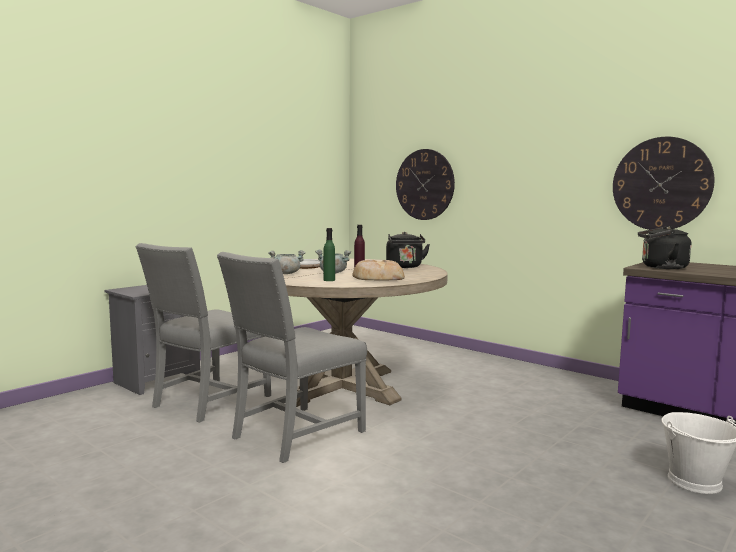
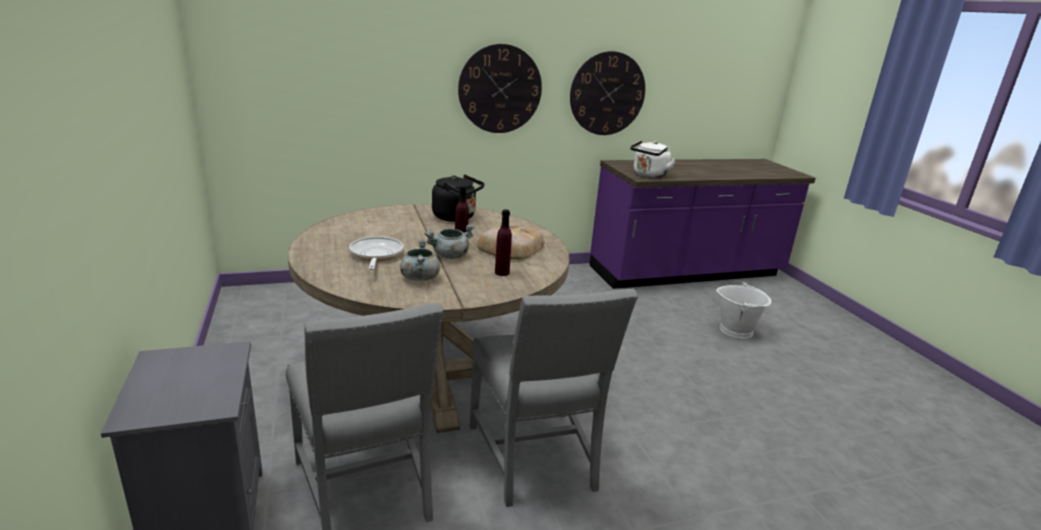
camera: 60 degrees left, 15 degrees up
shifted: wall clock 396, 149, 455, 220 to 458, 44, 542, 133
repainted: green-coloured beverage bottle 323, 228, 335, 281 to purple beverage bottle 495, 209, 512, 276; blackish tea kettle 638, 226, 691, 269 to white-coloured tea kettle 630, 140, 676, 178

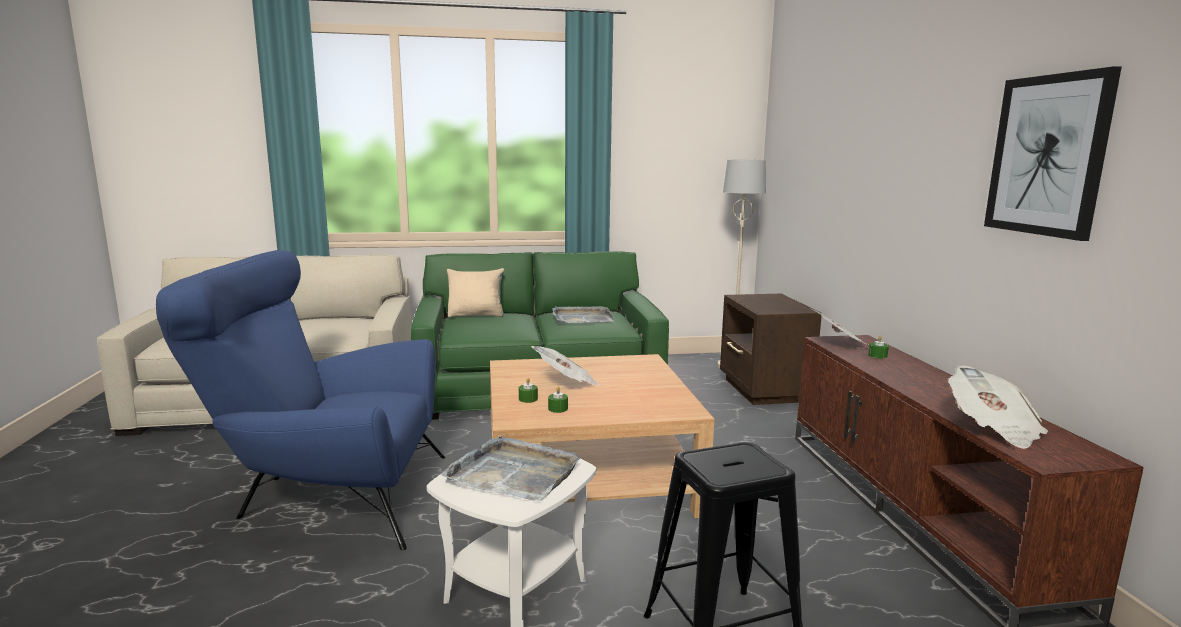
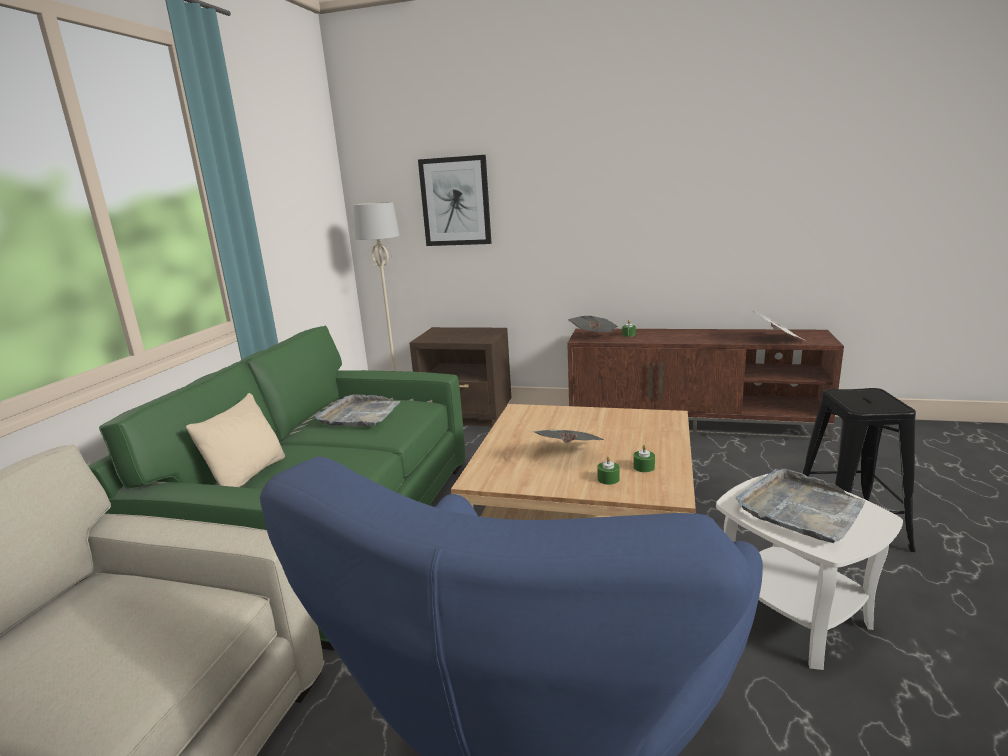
camera: 65 degrees left, 5 degrees up
shifted: picture 984, 66, 1122, 241 to 418, 155, 491, 246

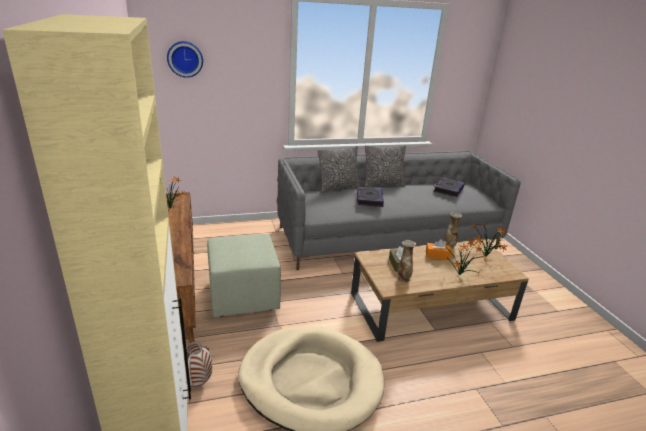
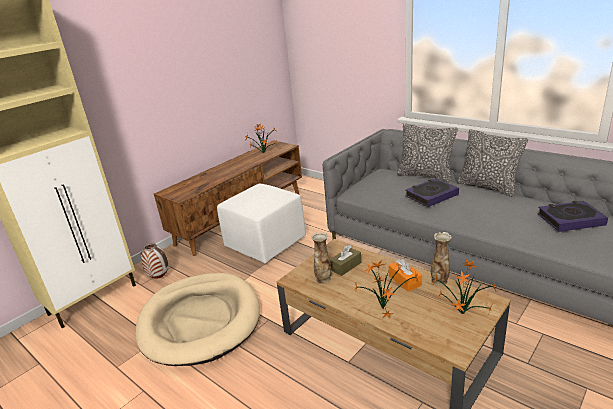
camera: 60 degrees right, 0 degrees up
gone: wall clock 167, 41, 203, 78
repainted: green-coloured ottoman 207, 234, 281, 317 to white-coloured ottoman 217, 184, 306, 263

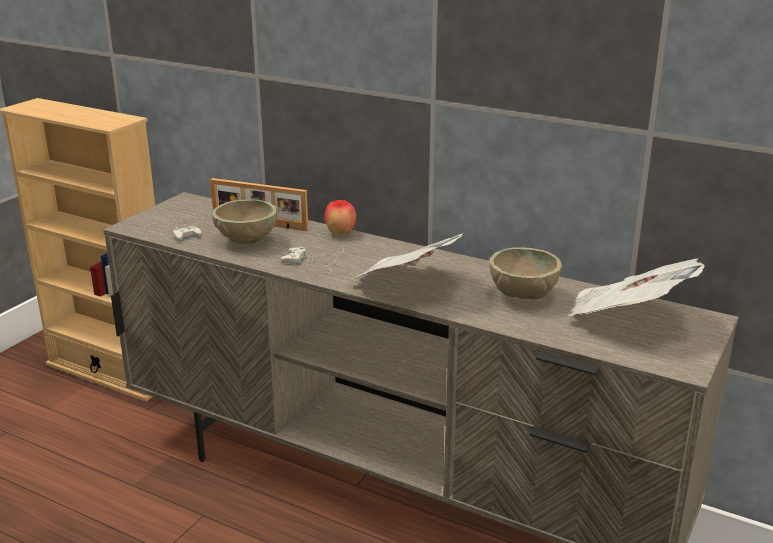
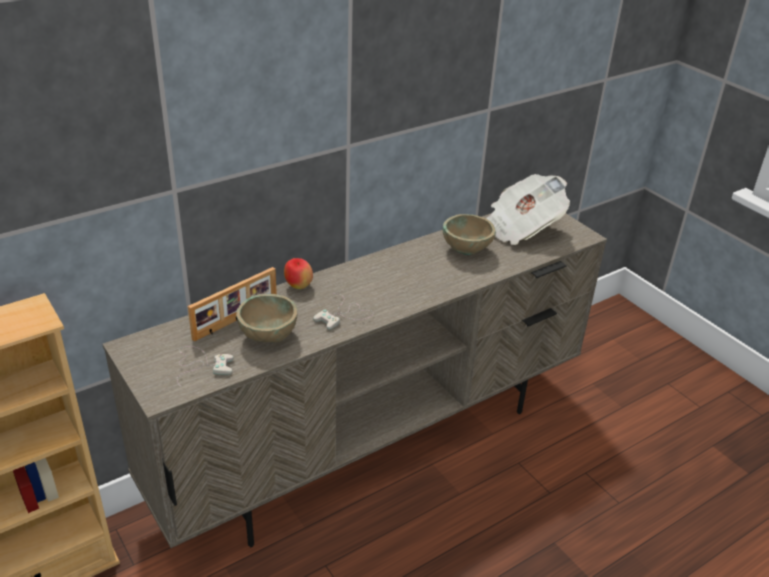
camera: 65 degrees left, 10 degrees up
gone: printed paper 353, 231, 469, 278

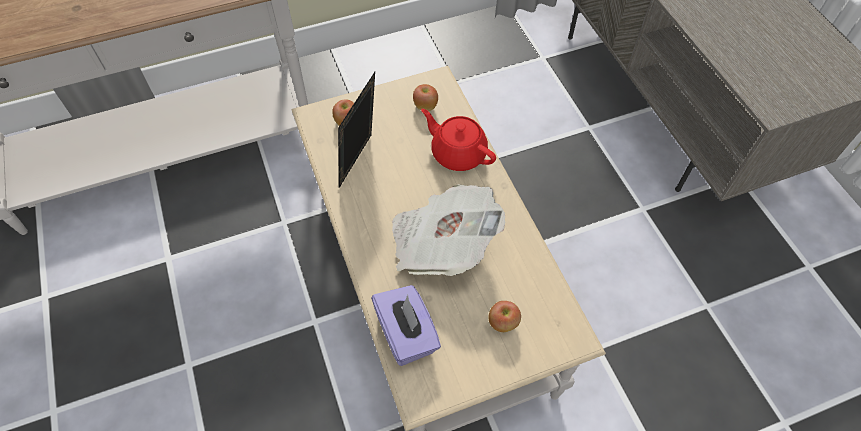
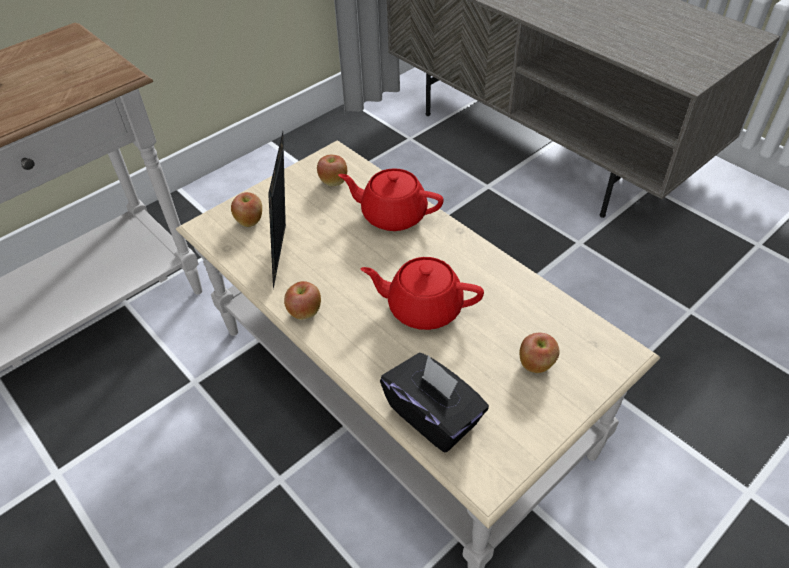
camera: 20 degrees left, 10 degrees down
new: apple 284, 281, 321, 320
swapped: printed paper 392, 184, 505, 276 to red teapot 360, 257, 484, 330
repainted: purple tissue holder 371, 285, 441, 366 to blackish tissue holder 380, 353, 489, 453

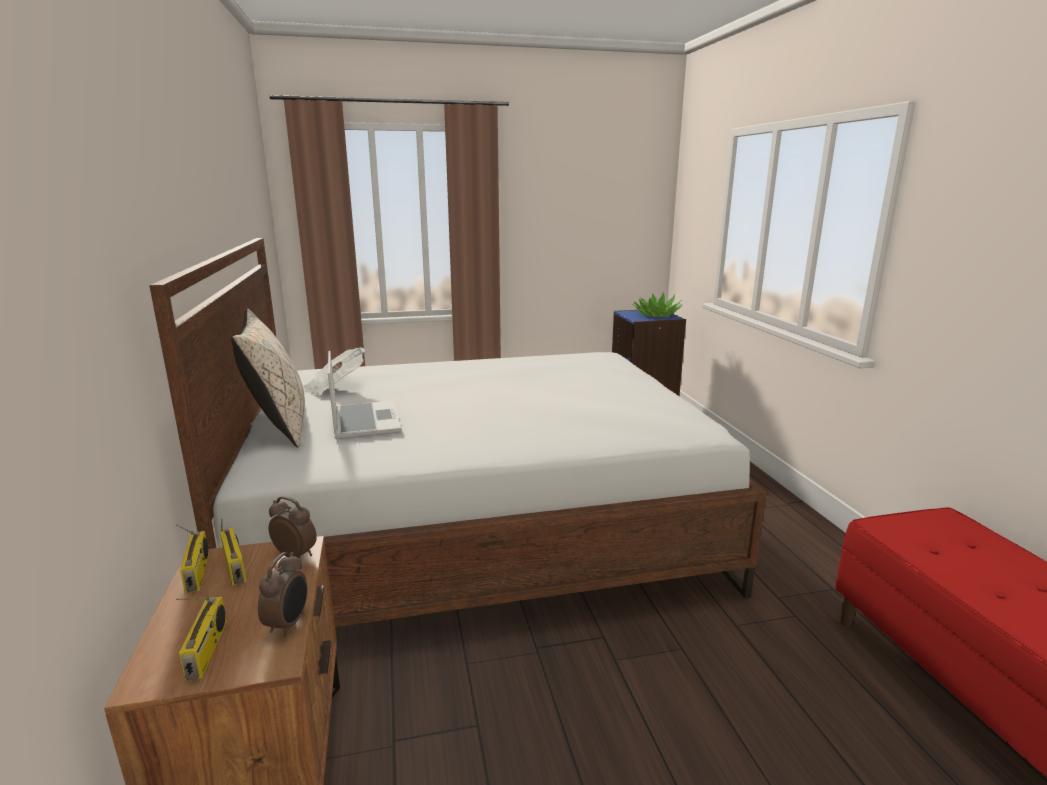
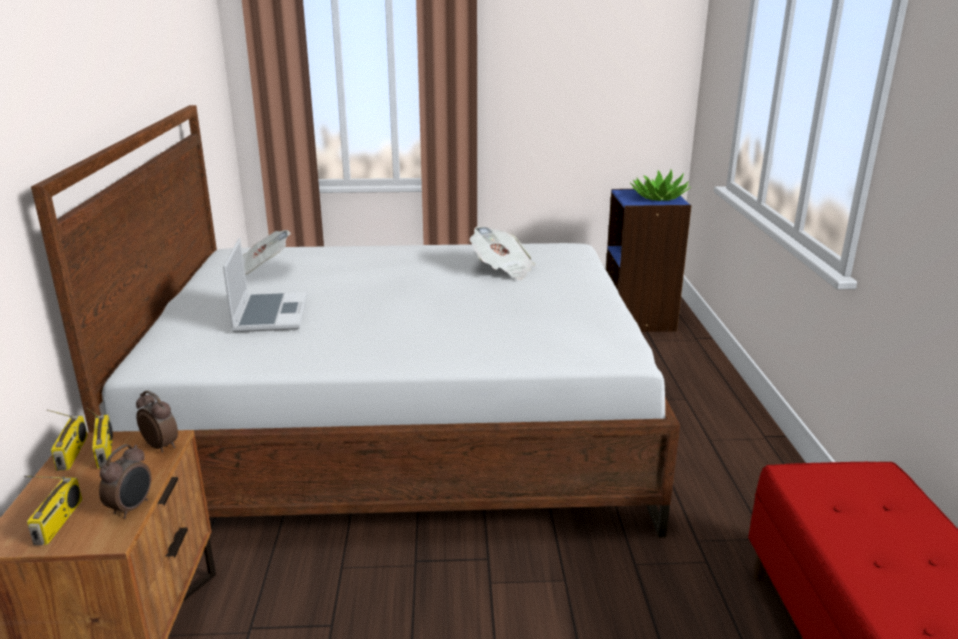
camera: 10 degrees right, 5 degrees up
gone: beige-coloured pillow 231, 309, 305, 448
new: printed paper 470, 226, 535, 279

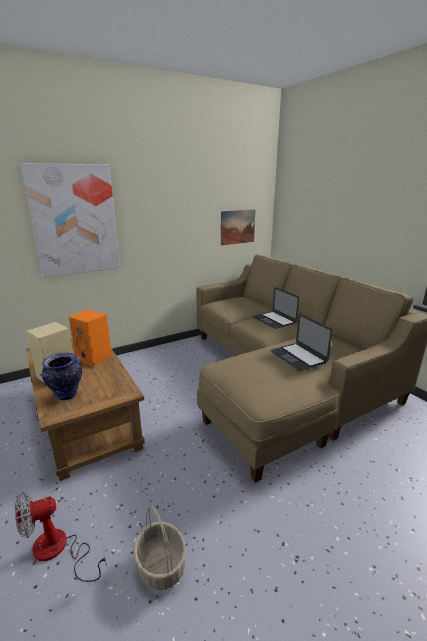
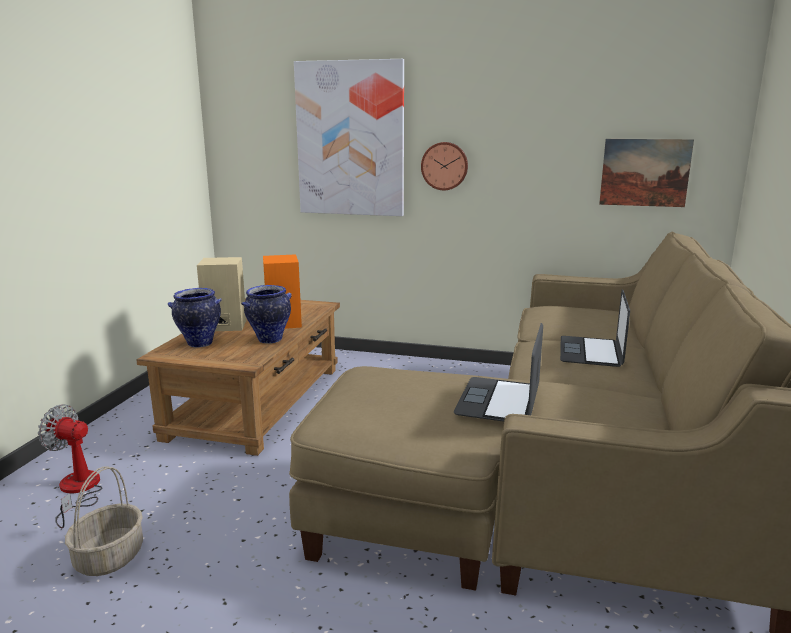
camera: 45 degrees right, 5 degrees down
new: decorative vase 241, 285, 292, 344; wall clock 421, 142, 468, 190

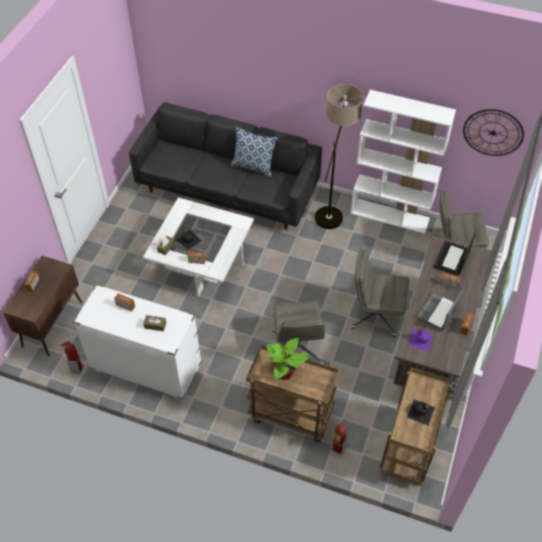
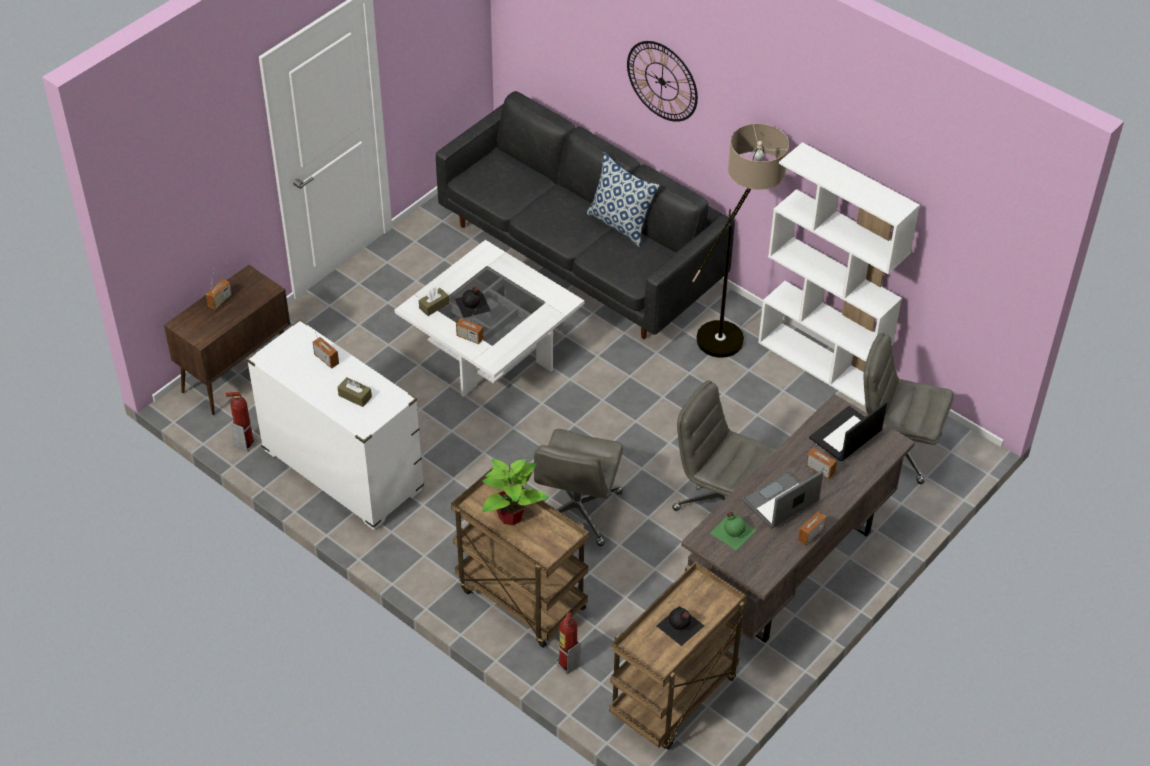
camera: 20 degrees right, 5 degrees down
shifted: wall clock 463, 109, 524, 156 to 627, 41, 698, 122
repainted: purple beverage bottle 408, 329, 433, 352 to green-coloured beverage bottle 710, 512, 756, 550

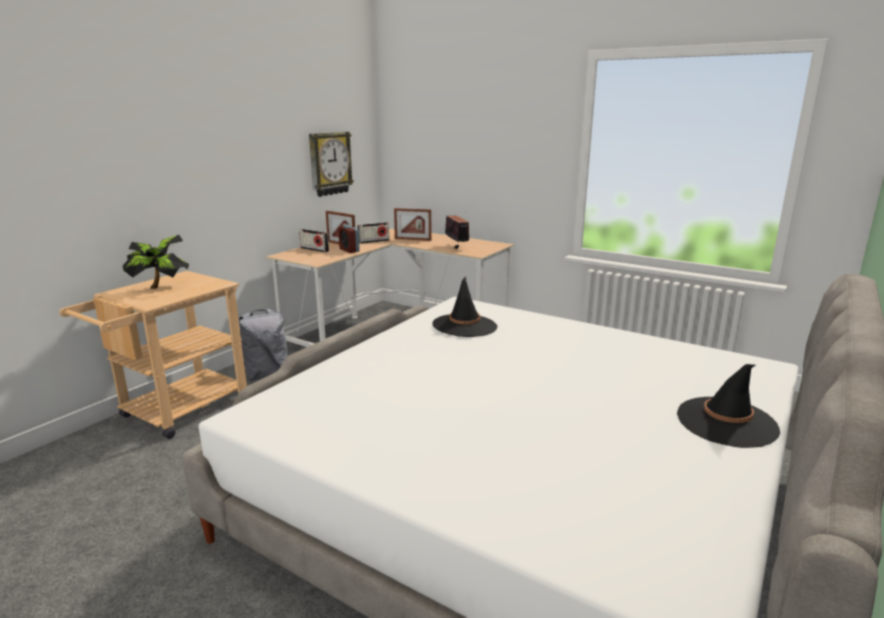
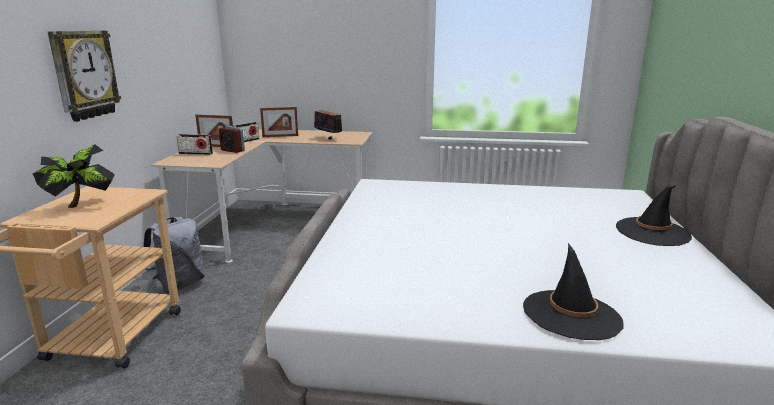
camera: 25 degrees left, 0 degrees up
shifted: wall clock 309, 132, 354, 197 to 48, 31, 121, 122; blackish wearable hat 433, 276, 497, 337 to 523, 243, 624, 340

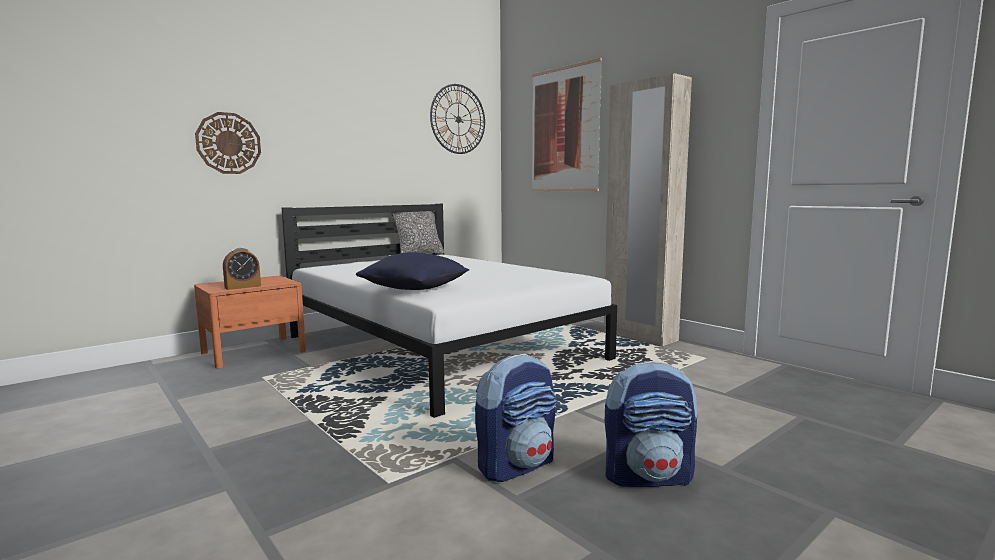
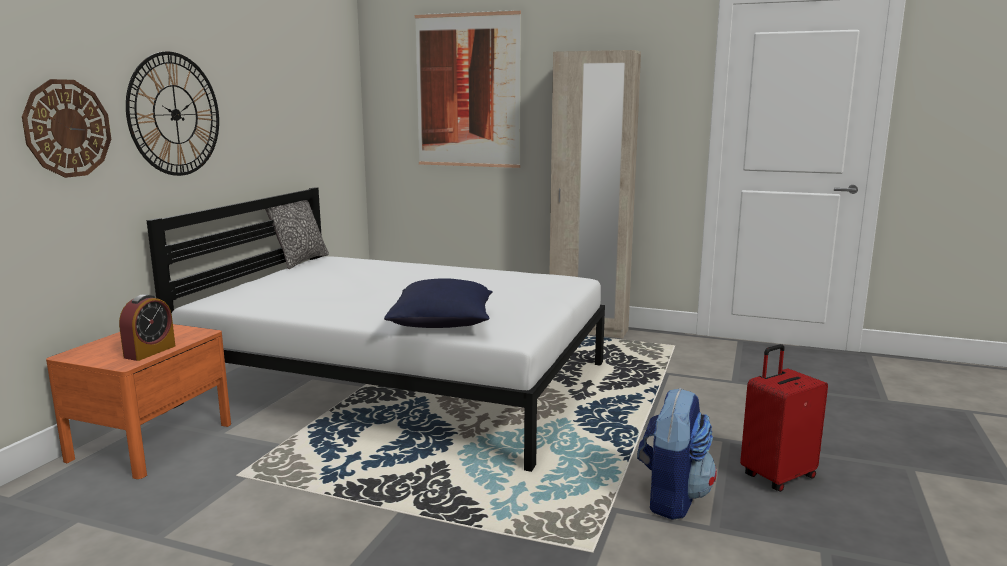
camera: 30 degrees left, 5 degrees up
shifted: wall clock 430, 84, 485, 154 to 126, 52, 219, 176
swapped: knapsack 605, 361, 697, 487 to red suitcase 740, 344, 828, 492

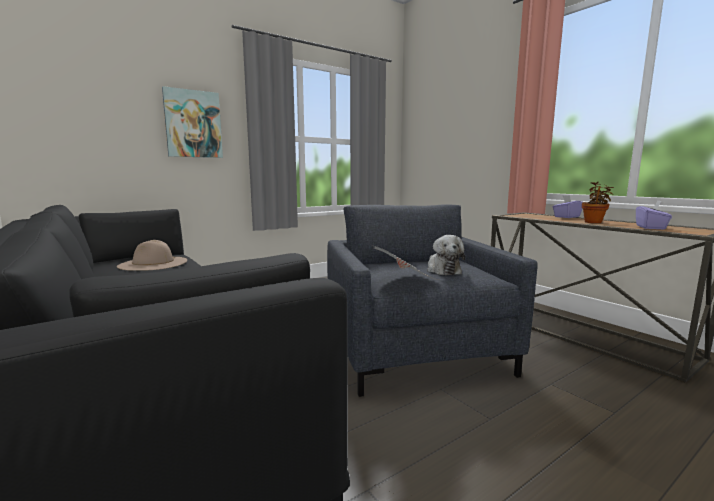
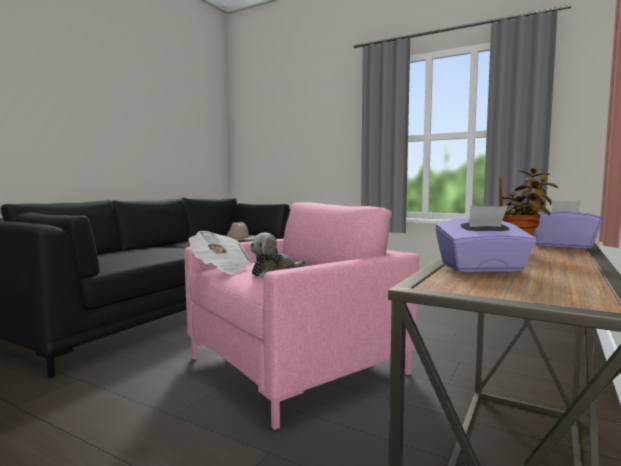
camera: 65 degrees right, 5 degrees down
gone: picture 162, 86, 223, 158
repainted: gray armchair 327, 204, 538, 397 to pink armchair 184, 202, 419, 430

